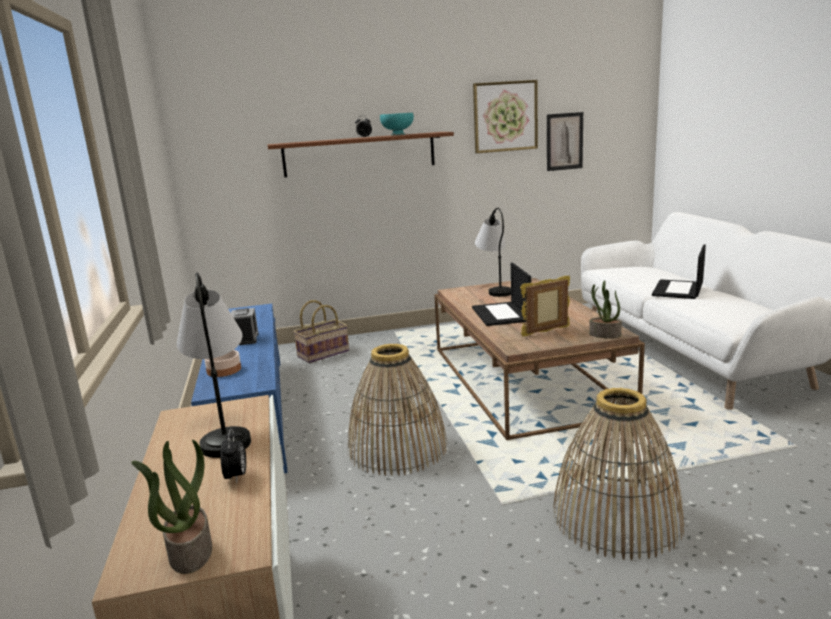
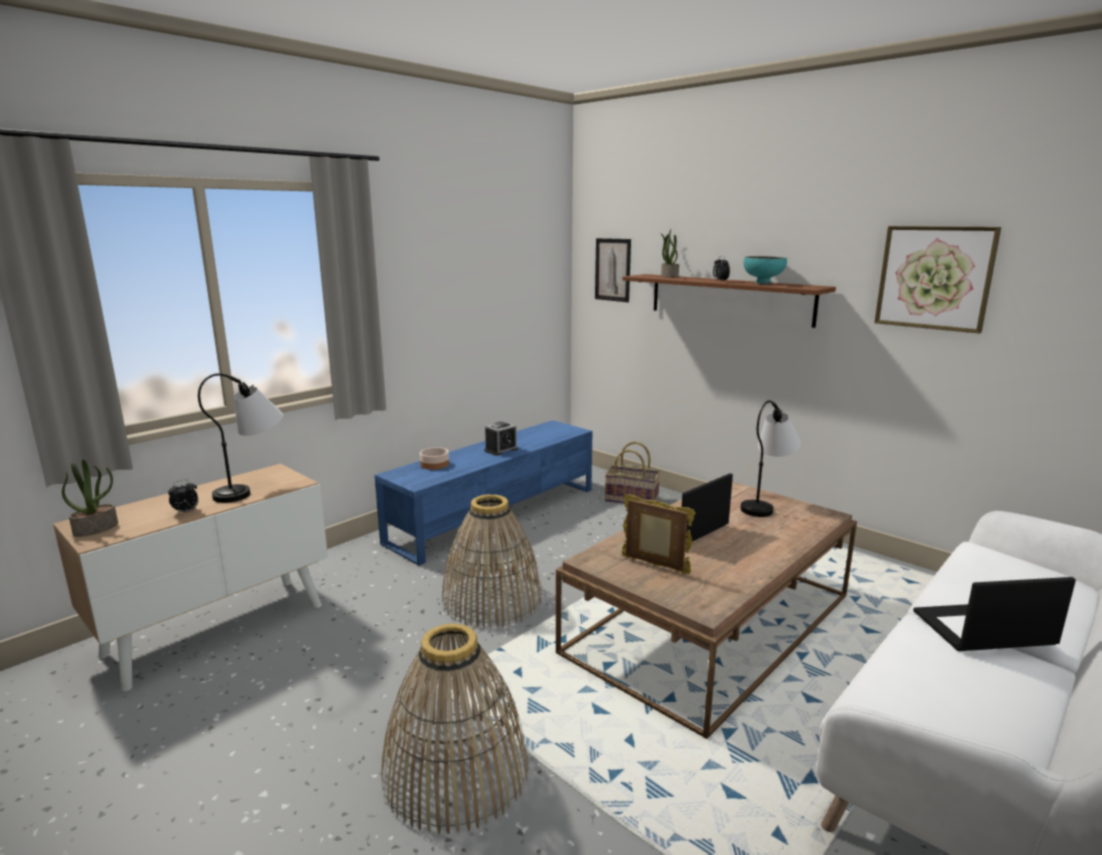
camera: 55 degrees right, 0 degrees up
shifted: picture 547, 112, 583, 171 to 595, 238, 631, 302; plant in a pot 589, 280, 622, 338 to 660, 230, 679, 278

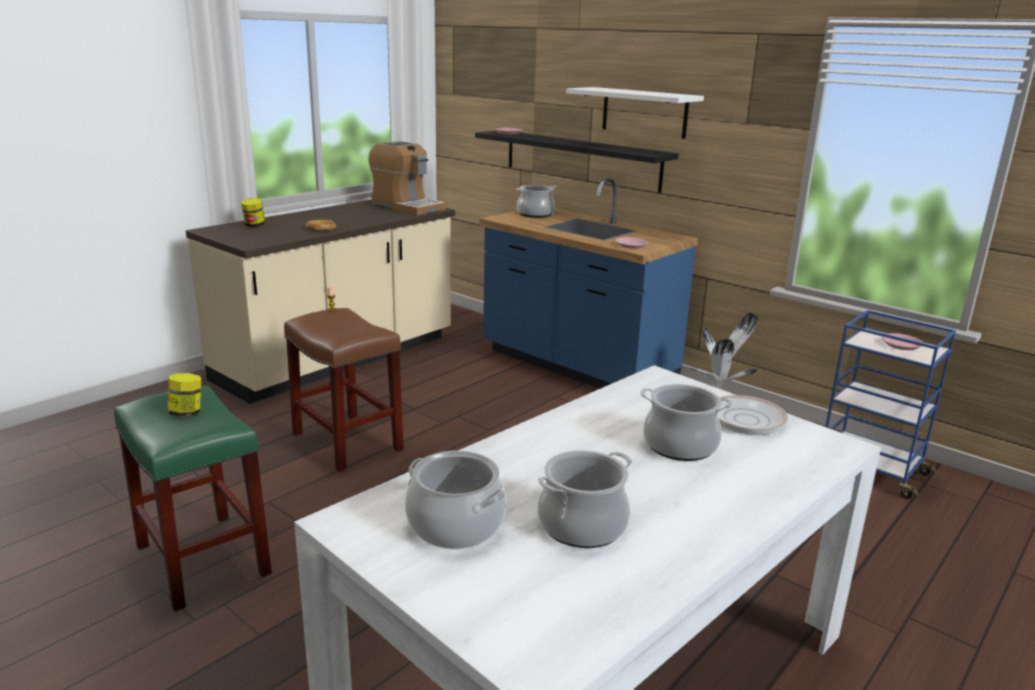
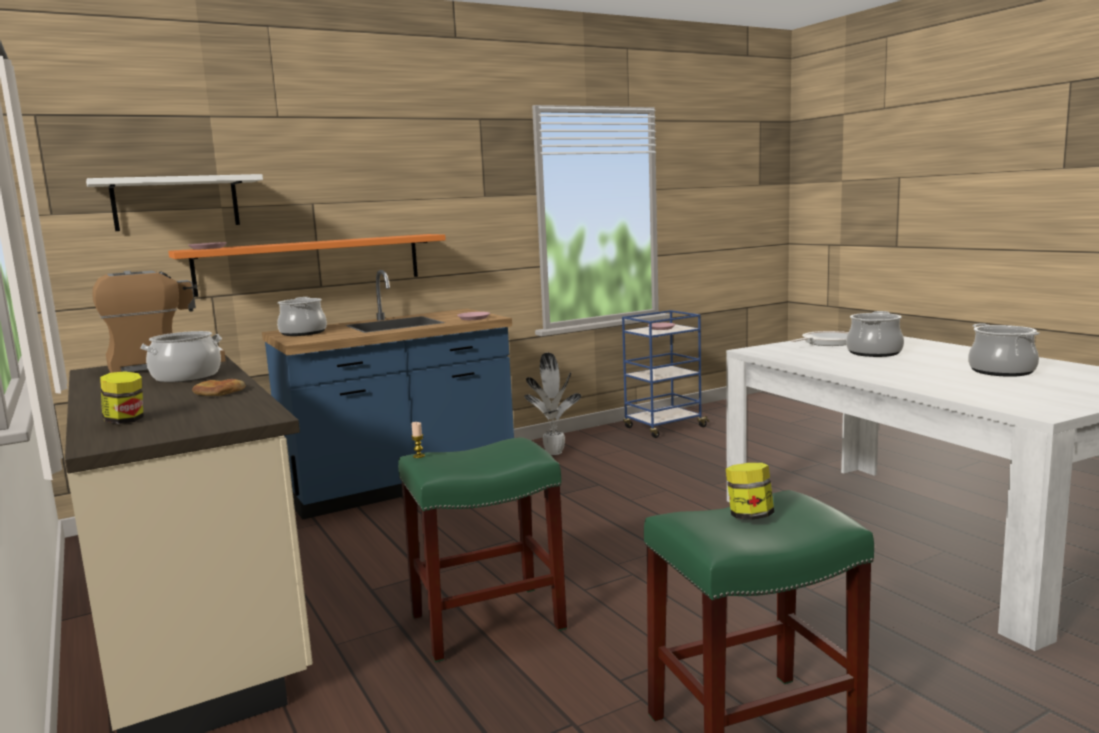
camera: 70 degrees left, 10 degrees down
shifted: white-coloured shelf 566, 87, 704, 139 to 86, 174, 263, 231; cooking pot 405, 451, 507, 549 to 140, 331, 222, 382
repainted: blackish shelf 475, 131, 679, 193 to orange-coloured shelf 168, 234, 446, 297; brownish stool 284, 308, 403, 473 to green-coloured stool 398, 437, 567, 662

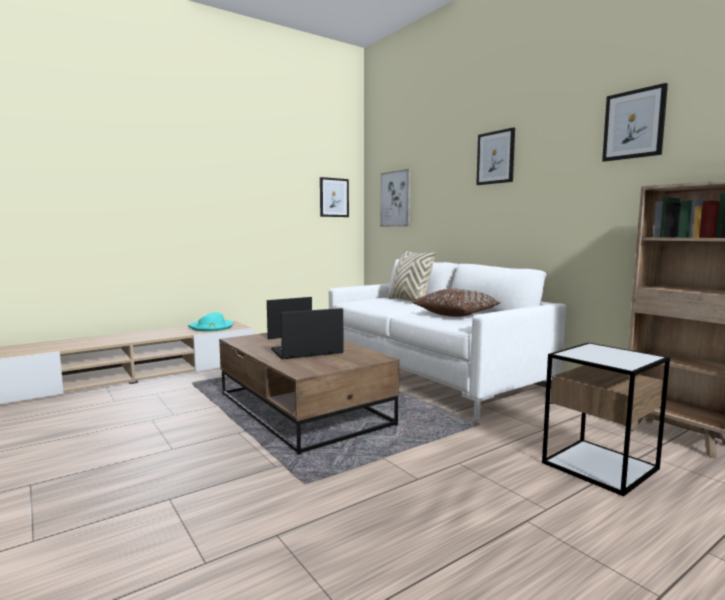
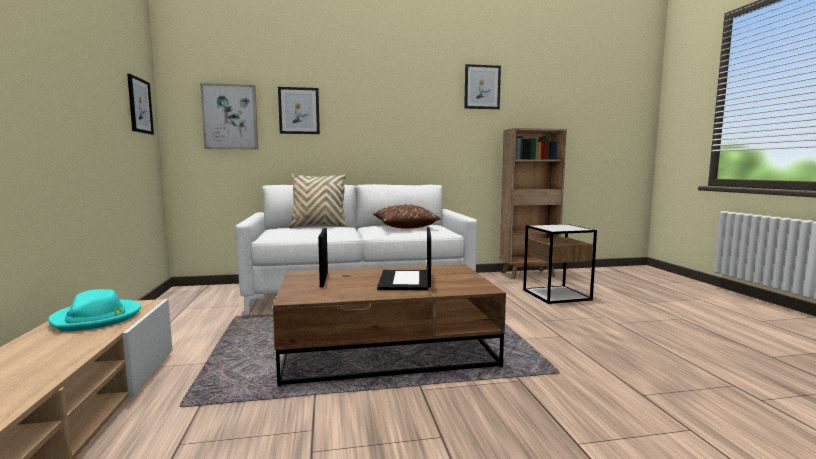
camera: 65 degrees left, 0 degrees up
shifted: picture 476, 127, 515, 185 to 278, 87, 320, 134

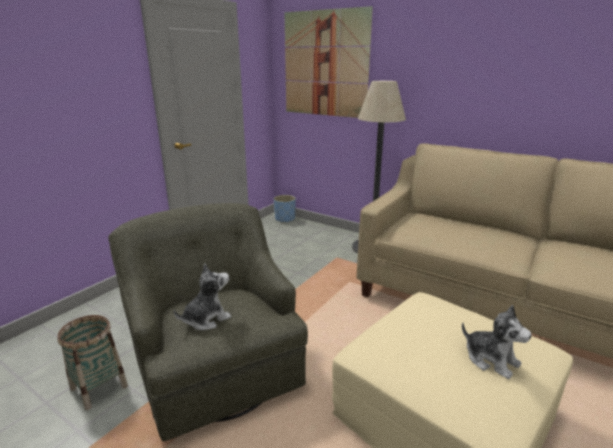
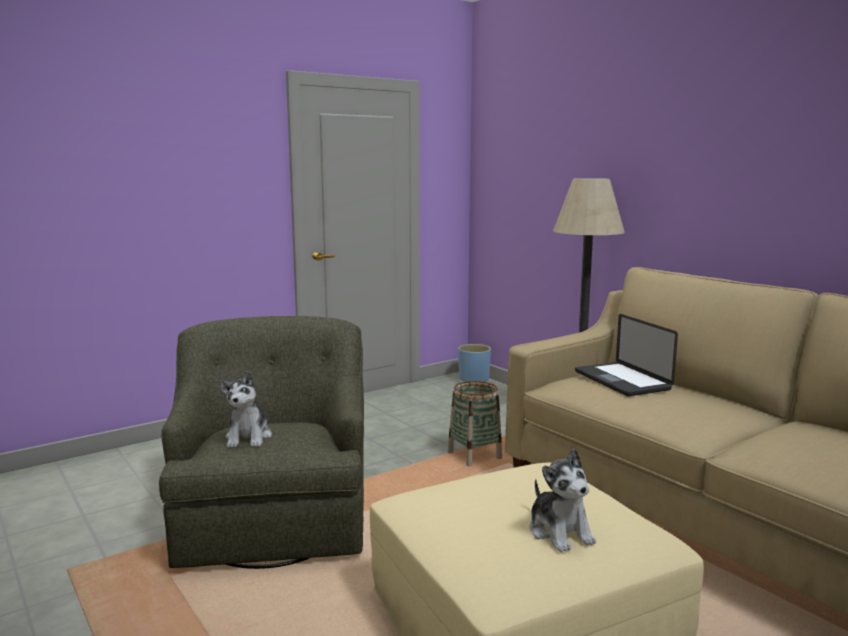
camera: 20 degrees right, 10 degrees down
gone: picture 285, 6, 373, 118
new: notebook computer 575, 314, 678, 396
shifted: household basket 57, 315, 128, 410 to 448, 381, 502, 466
rotated: soft toy 173, 264, 232, 331 = 220, 371, 272, 448 105 degrees clockwise

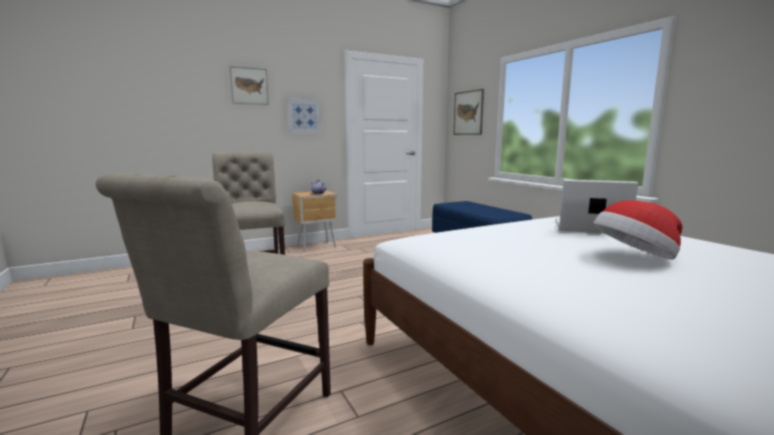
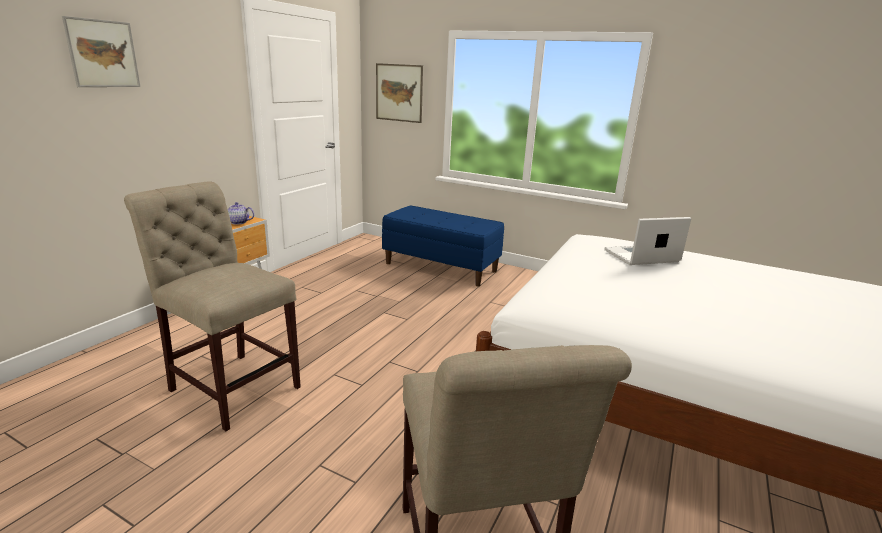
camera: 35 degrees left, 10 degrees up
gone: picture 287, 98, 321, 133; wearable hat 593, 200, 682, 260

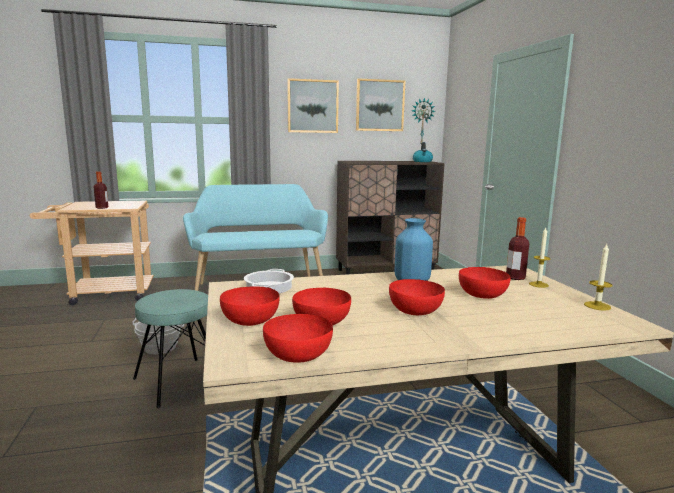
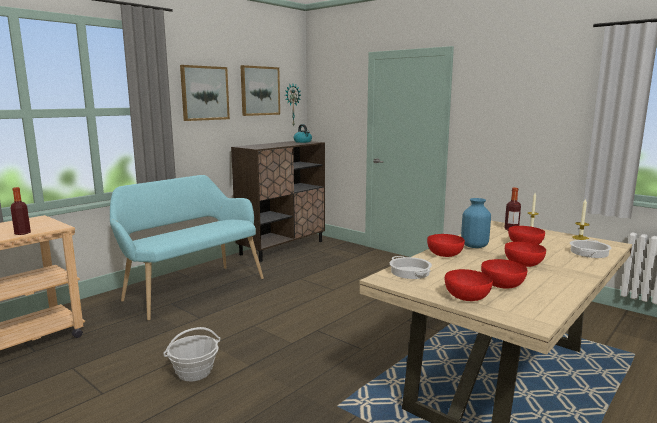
camera: 35 degrees left, 0 degrees up
gone: turquoise-coloured stool 133, 289, 208, 408
new: cooking pot 570, 239, 612, 258
shifted: red bowl 263, 314, 333, 362 to 427, 234, 465, 257

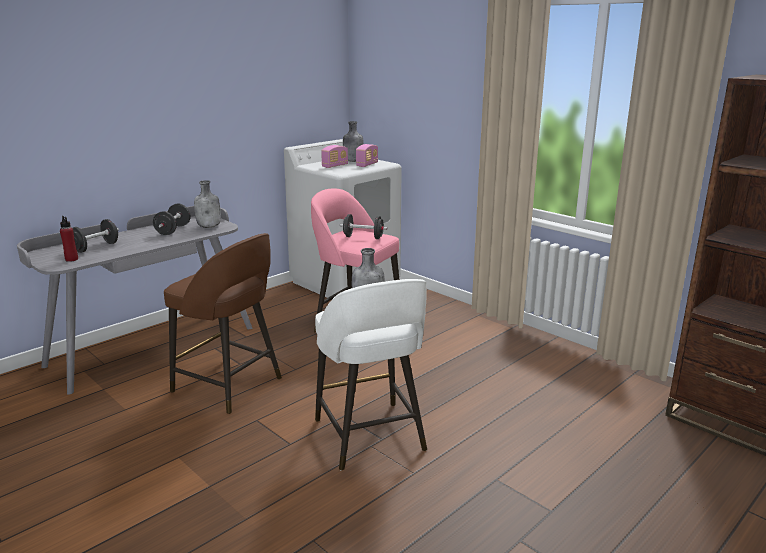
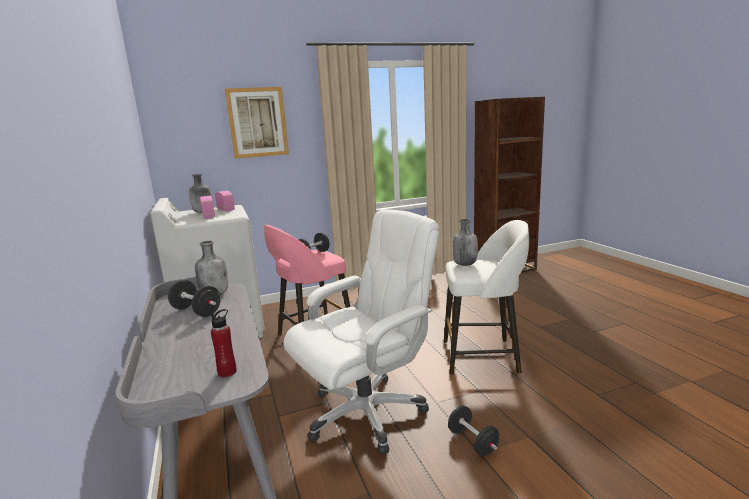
camera: 65 degrees left, 5 degrees down
new: picture 225, 87, 289, 159
shifted: blackish free weight 73, 219, 119, 253 to 448, 406, 499, 456
swapped: brownish stool 164, 233, 282, 414 to white-coloured office chair 283, 209, 439, 455

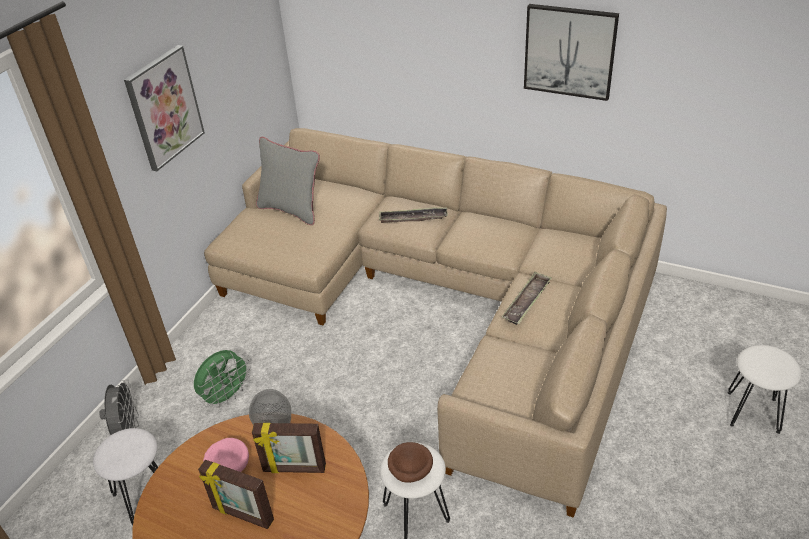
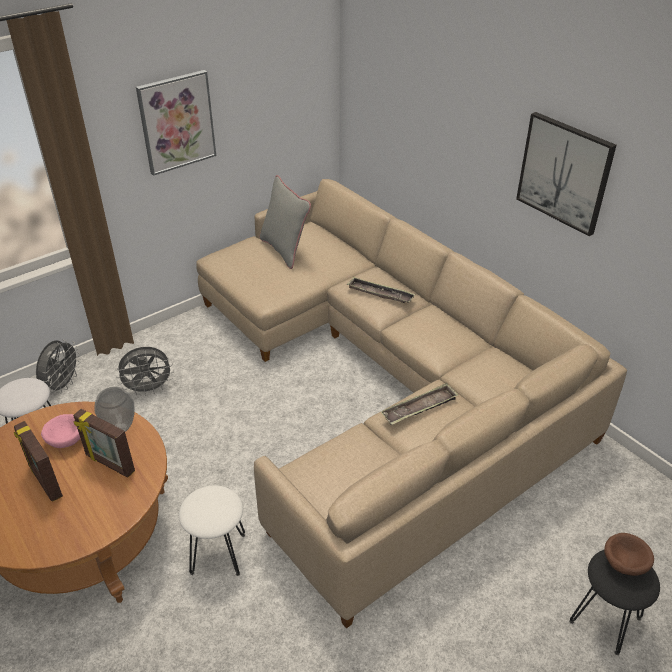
camera: 25 degrees right, 0 degrees up
shifted: brownish bowl 388, 442, 433, 483 to 604, 533, 654, 576
repainted: green-coloured fan 194, 350, 251, 408 to gray fan 116, 347, 174, 396; white-coloured stool 728, 345, 801, 434 to blackish stool 569, 550, 660, 655

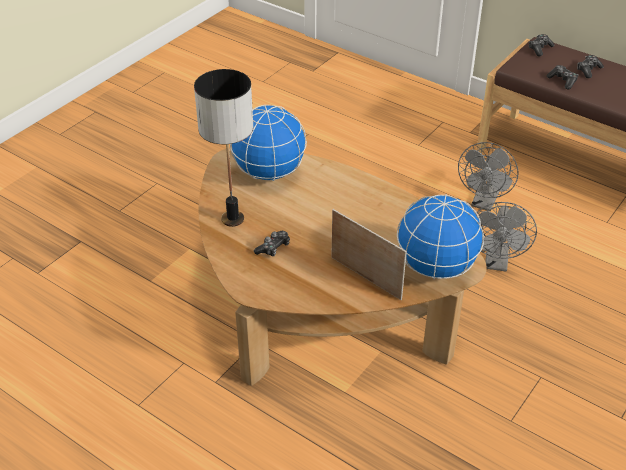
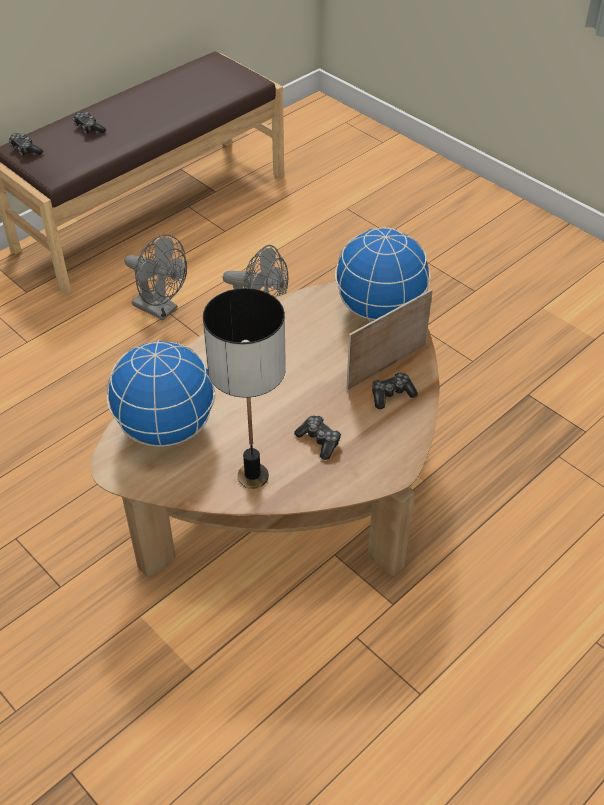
camera: 80 degrees left, 5 degrees up
shifted: game controller 547, 65, 578, 89 to 372, 372, 418, 409

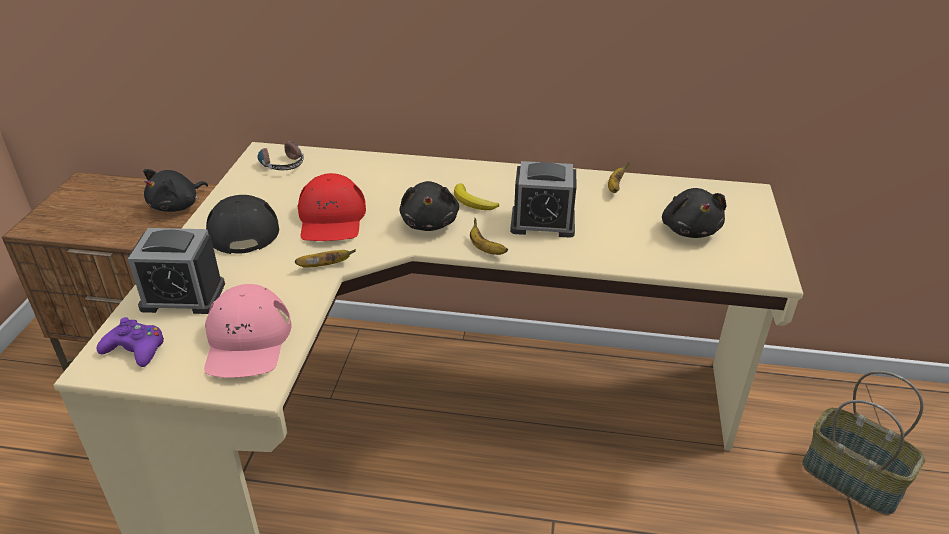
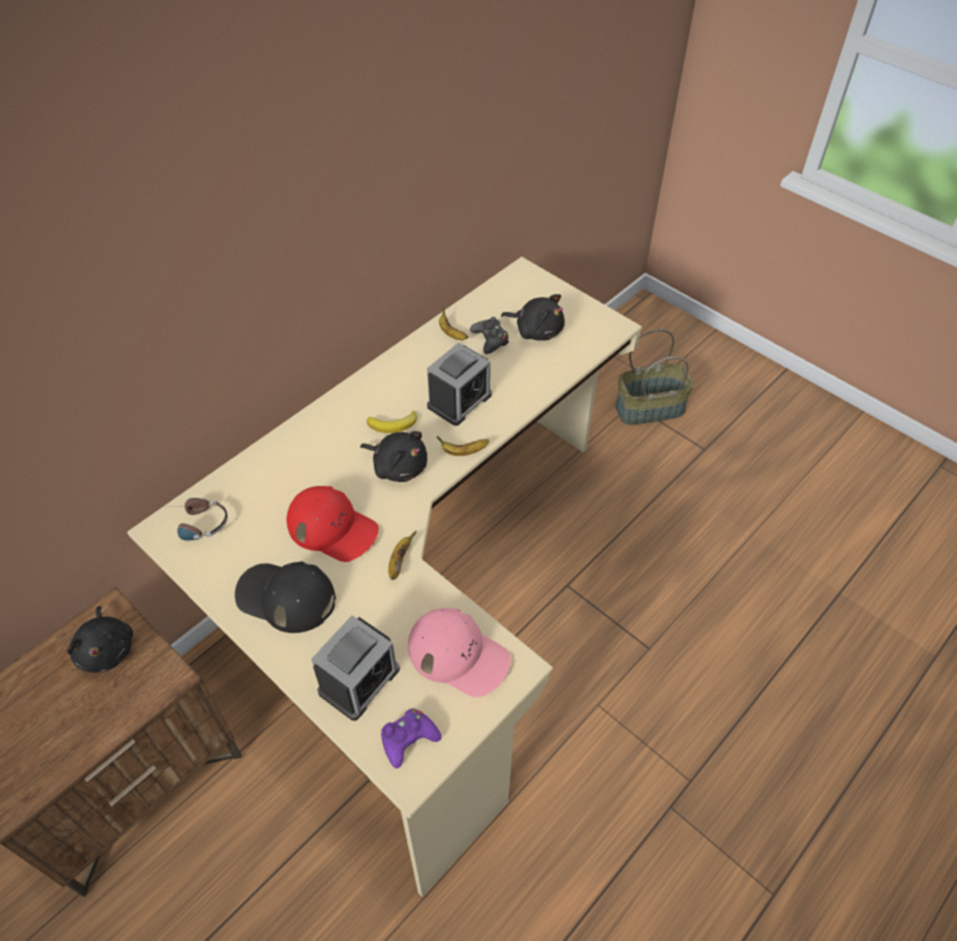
camera: 55 degrees left, 15 degrees up
new: blackish game controller 470, 317, 509, 354

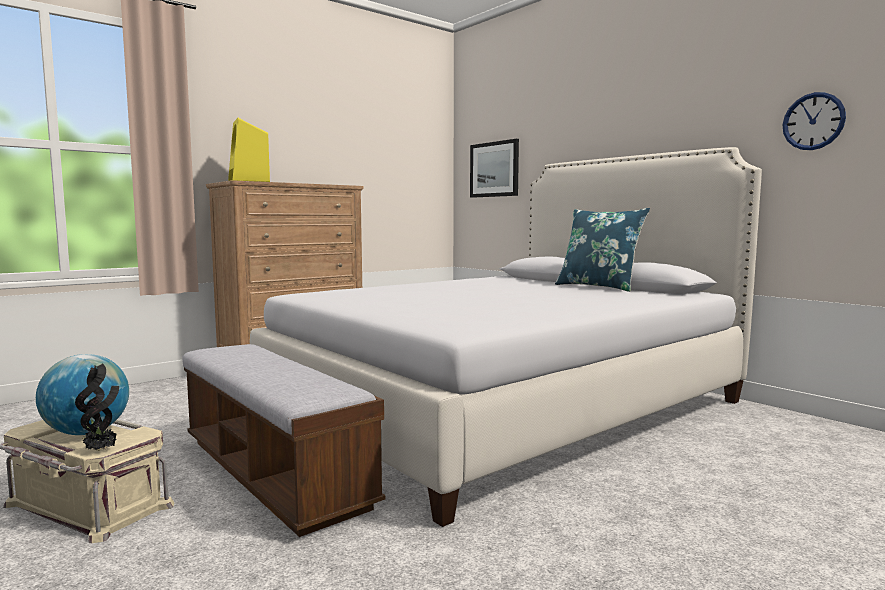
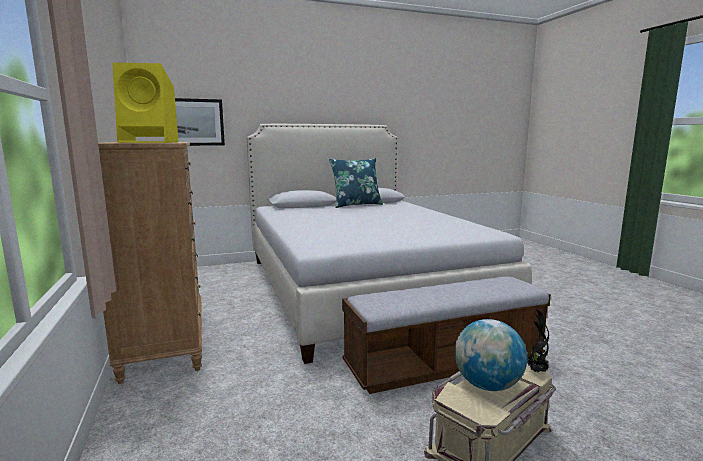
camera: 70 degrees left, 5 degrees up
gone: wall clock 783, 92, 846, 150

